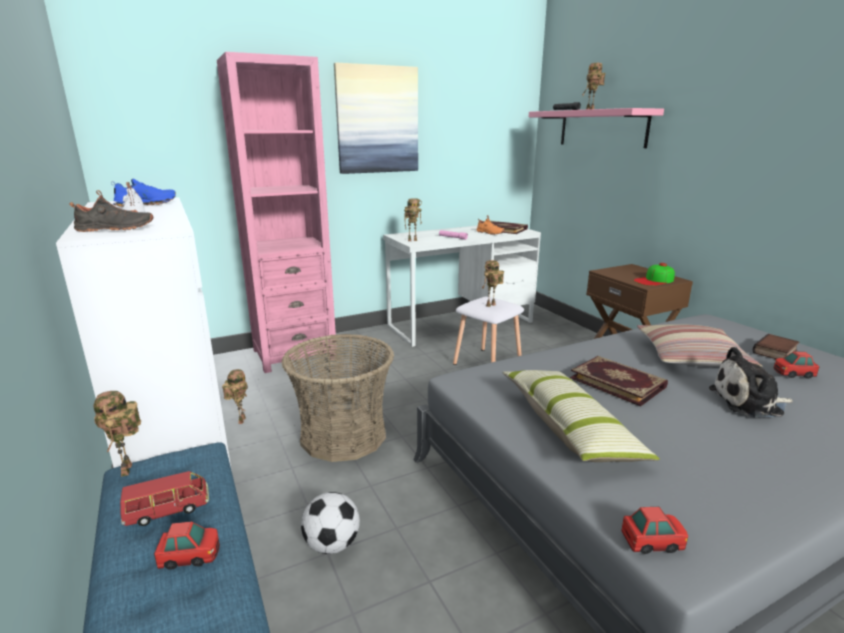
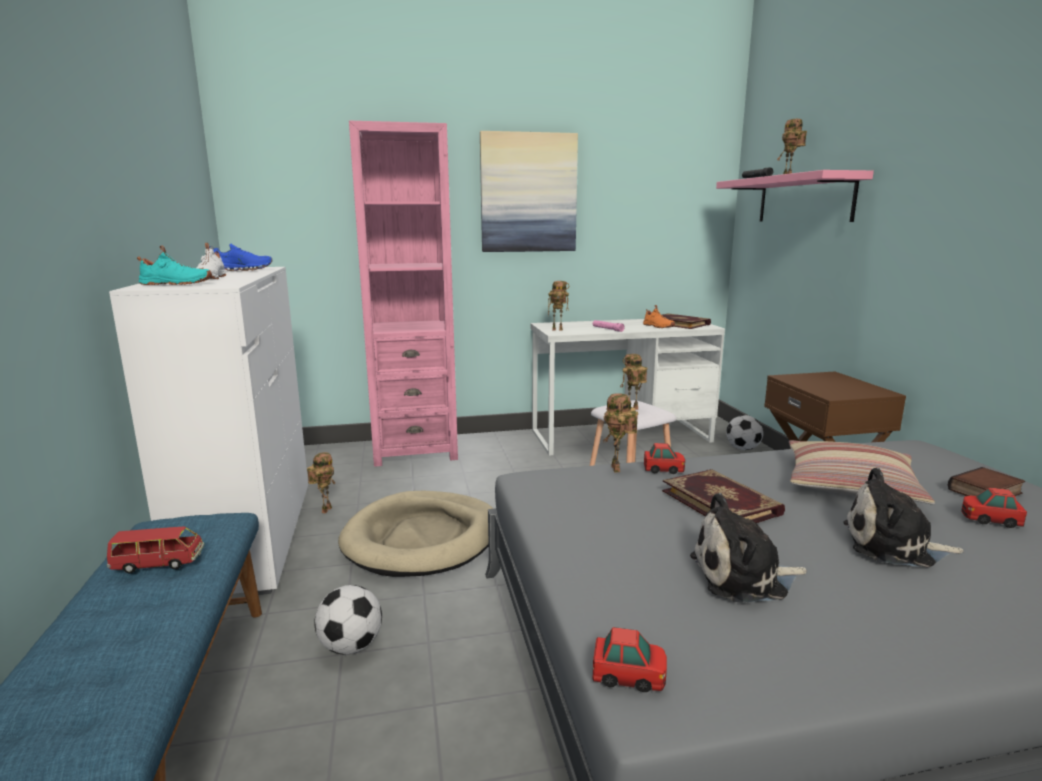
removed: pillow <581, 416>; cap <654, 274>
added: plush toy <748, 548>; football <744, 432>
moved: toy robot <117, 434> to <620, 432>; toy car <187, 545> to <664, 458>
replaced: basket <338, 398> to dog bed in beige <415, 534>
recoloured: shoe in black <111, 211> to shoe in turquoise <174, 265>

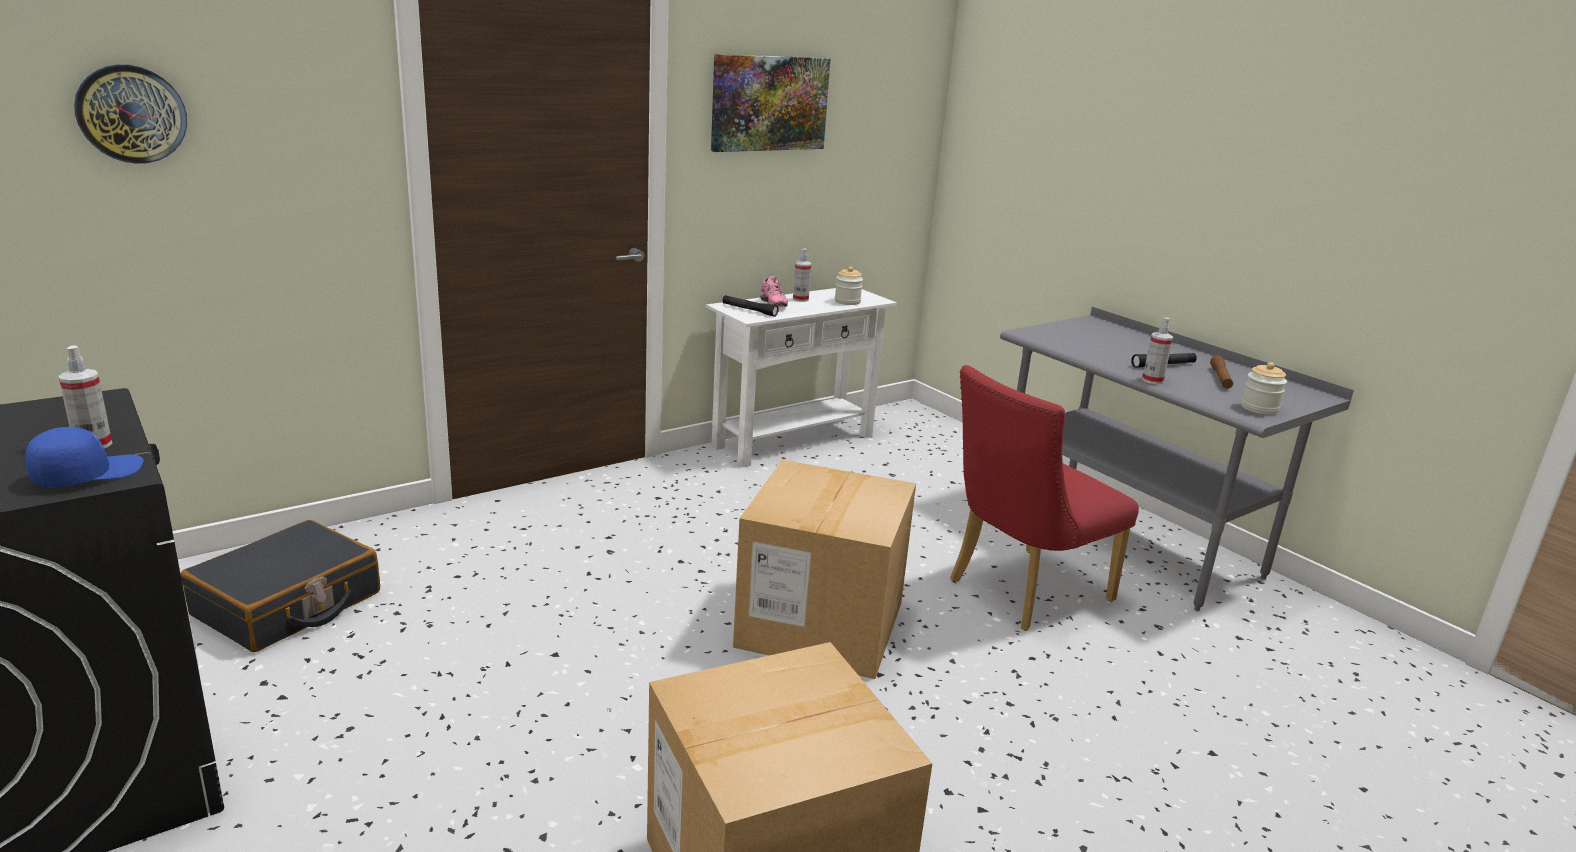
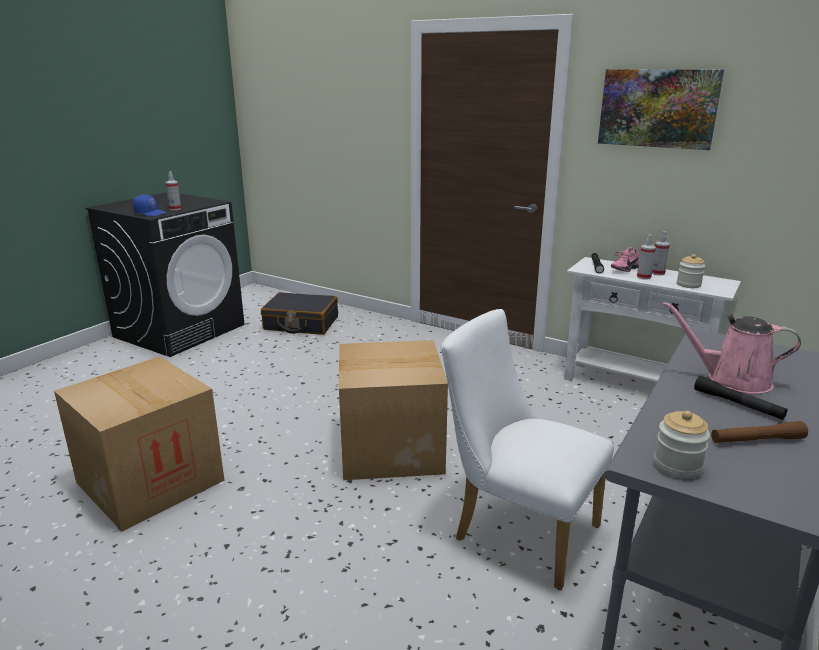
removed: wall clock <130, 114>
added: watering can in pink <732, 347>
moved: spray bottle <1157, 351> to <646, 257>
recoloured: chair in red <1044, 498> to chair in white <527, 450>

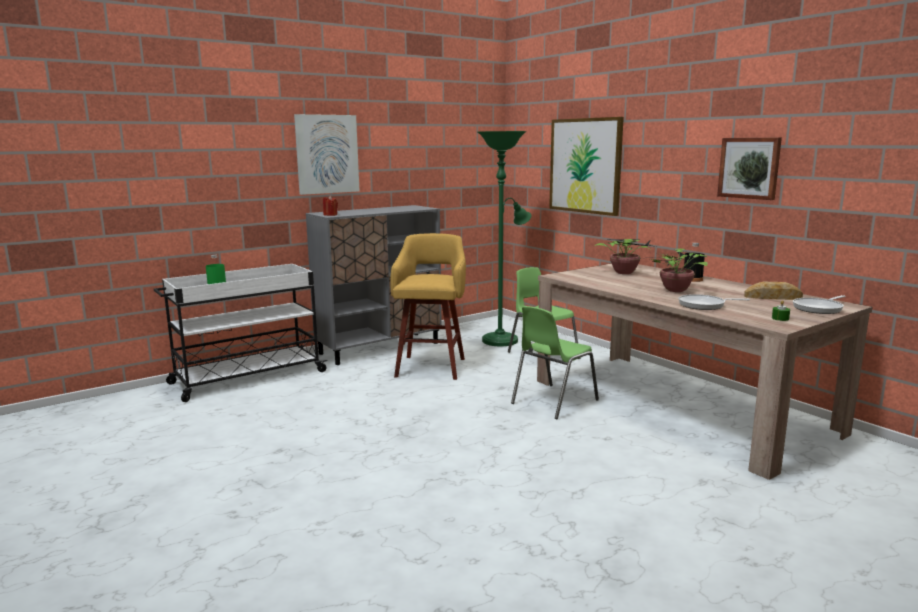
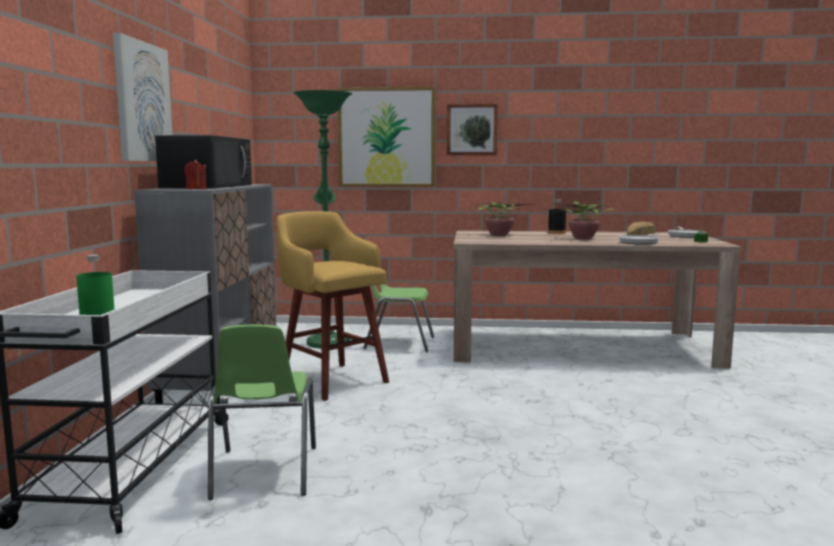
added: microwave in black <203, 161>
moved: chair in green <555, 362> to <262, 412>; picture <749, 169> to <472, 129>

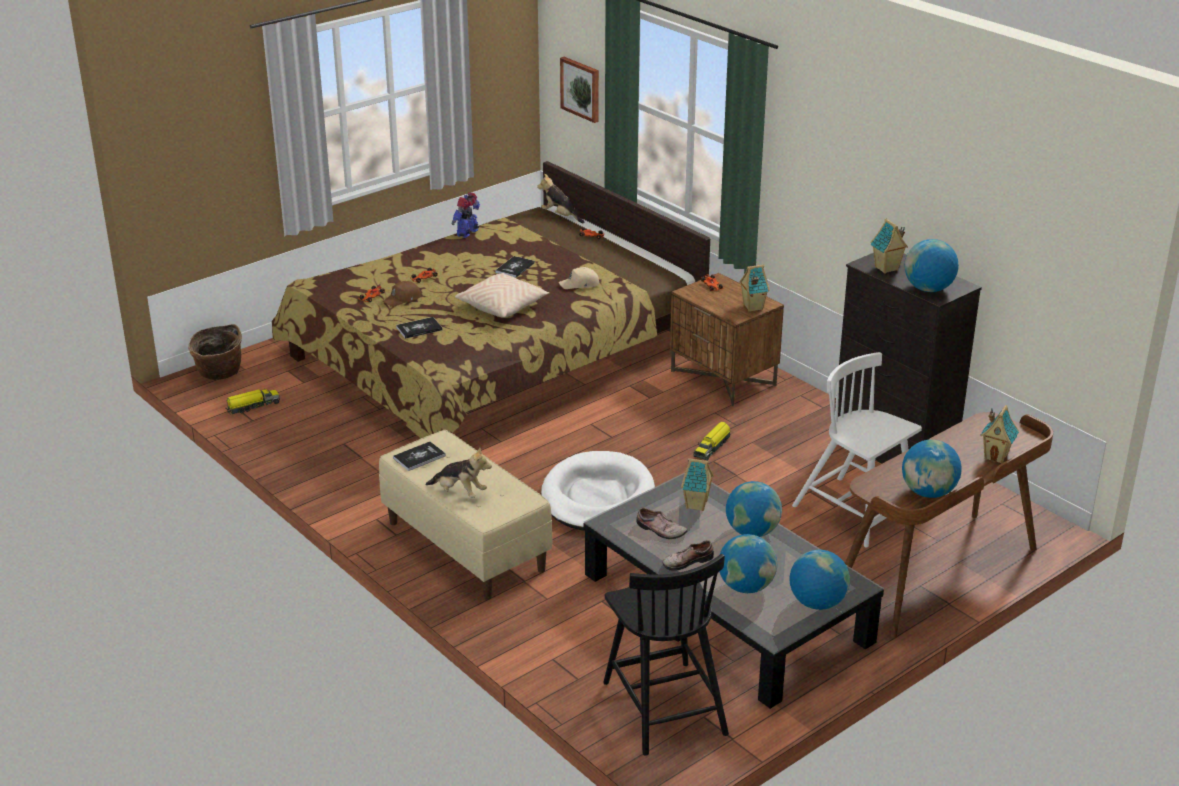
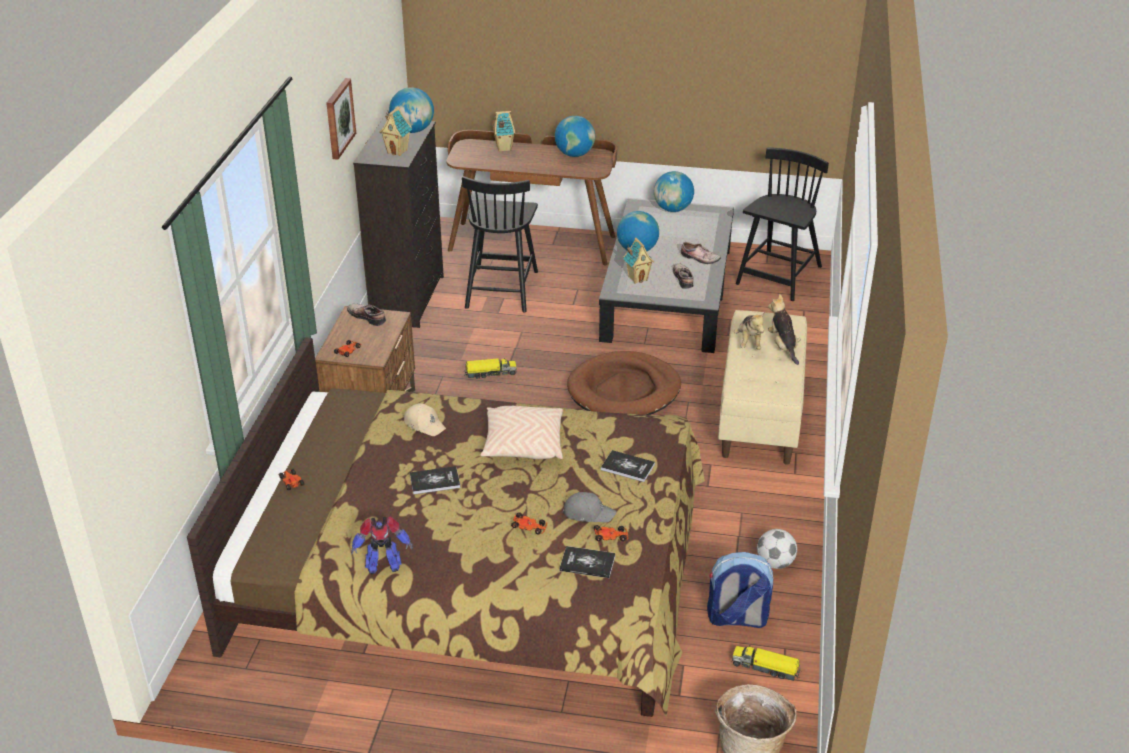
removed: globe <748, 563>
added: backpack <740, 590>; football <777, 549>
moved: book <419, 456> to <587, 562>; plush toy <560, 198> to <749, 331>; picture <579, 90> to <341, 119>
replaced: toy house <754, 288> to shoe <366, 315>
recoloured: cap in brown <402, 294> to cap in grey <589, 507>; dog bed in white <598, 491> to dog bed in brown <624, 383>; chair in white <857, 450> to chair in black <500, 244>

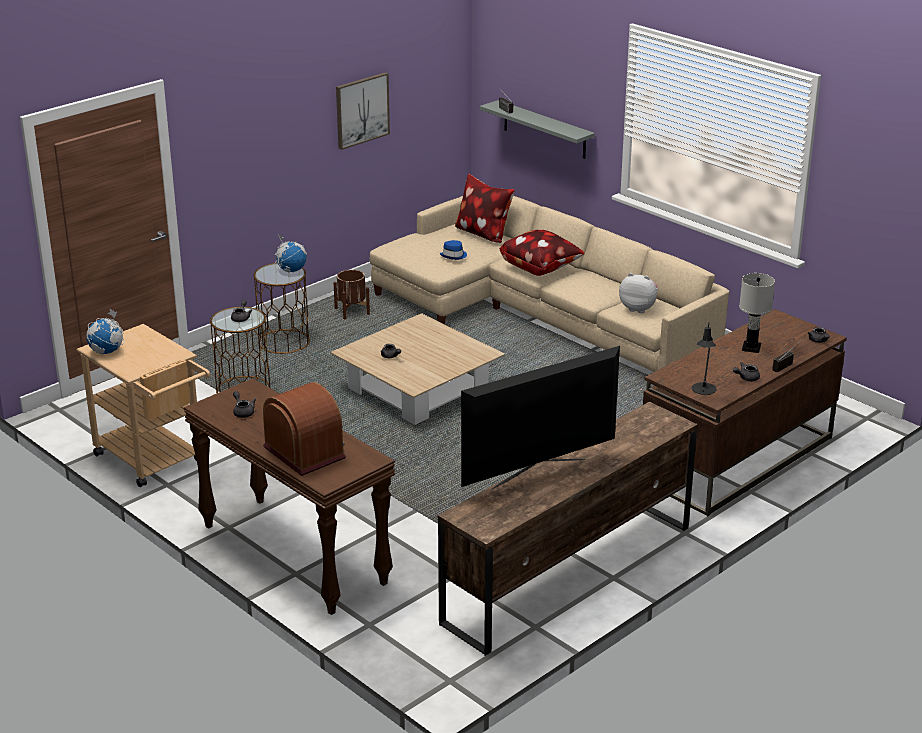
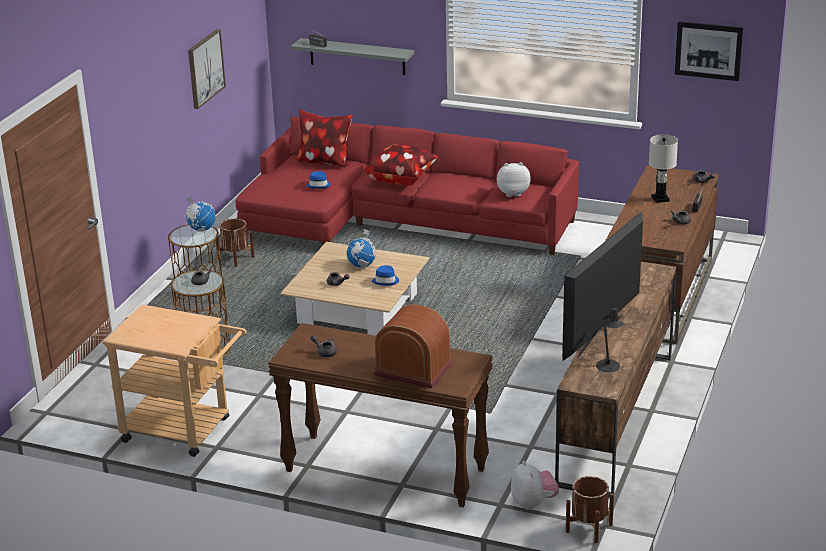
added: hat in blue <385, 275>; plush toy <535, 485>; planter in brown <590, 509>; picture <709, 51>
moved: globe <105, 332> to <362, 248>; table lamp in black <704, 359> to <610, 337>
recoloured: sofa in beige <549, 284> to sofa in red <407, 185>

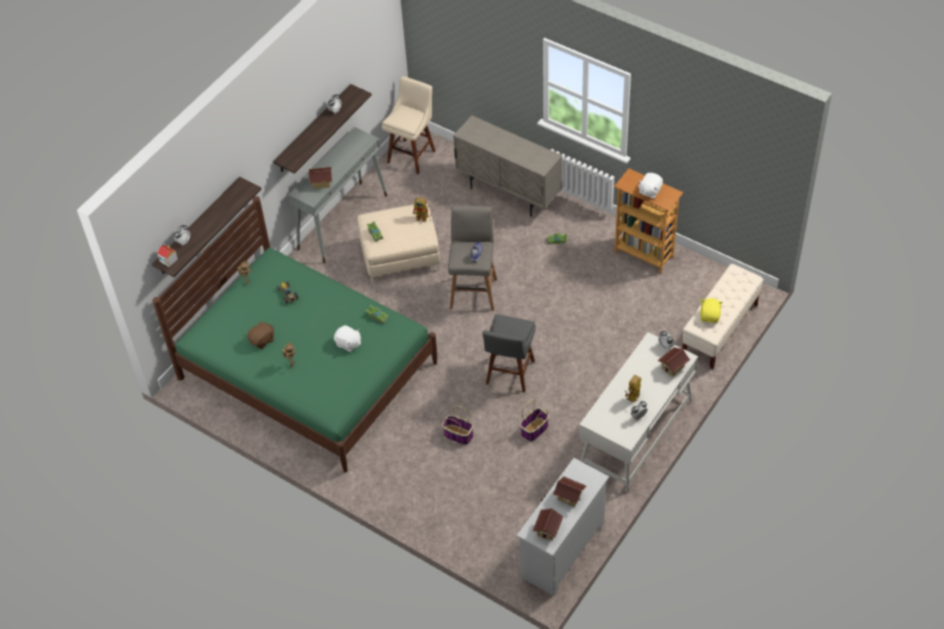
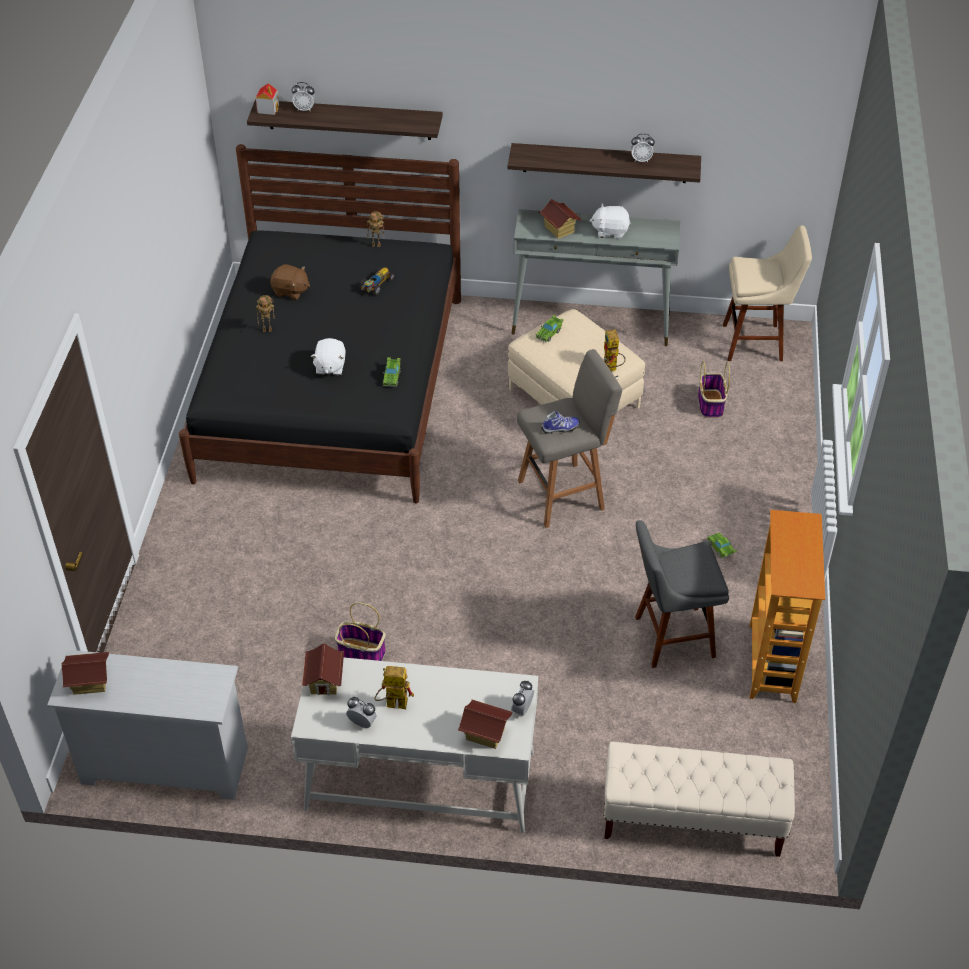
removed: cabinet in beige <507, 166>; plush toy in yellow <711, 310>
moved: basket <458, 425> to <714, 389>; stool in grey <509, 353> to <682, 594>; toy house <569, 491> to <323, 669>; plush toy in white <650, 186> to <610, 221>
recoloured: bed in green <294, 334> to bed in black <320, 324>

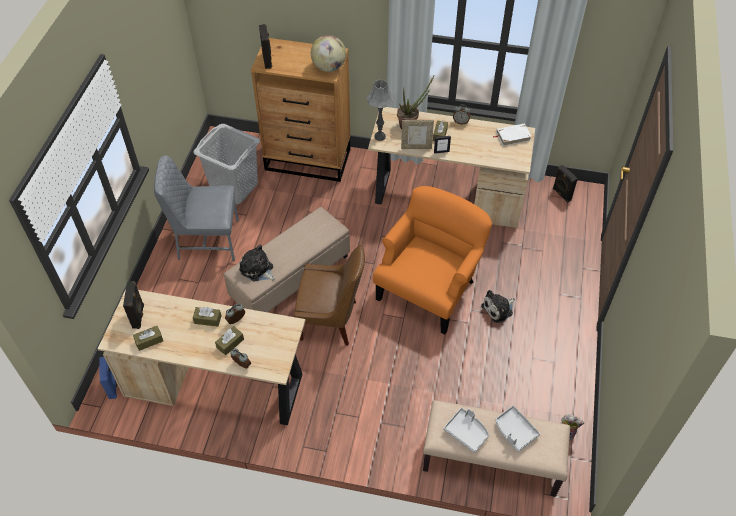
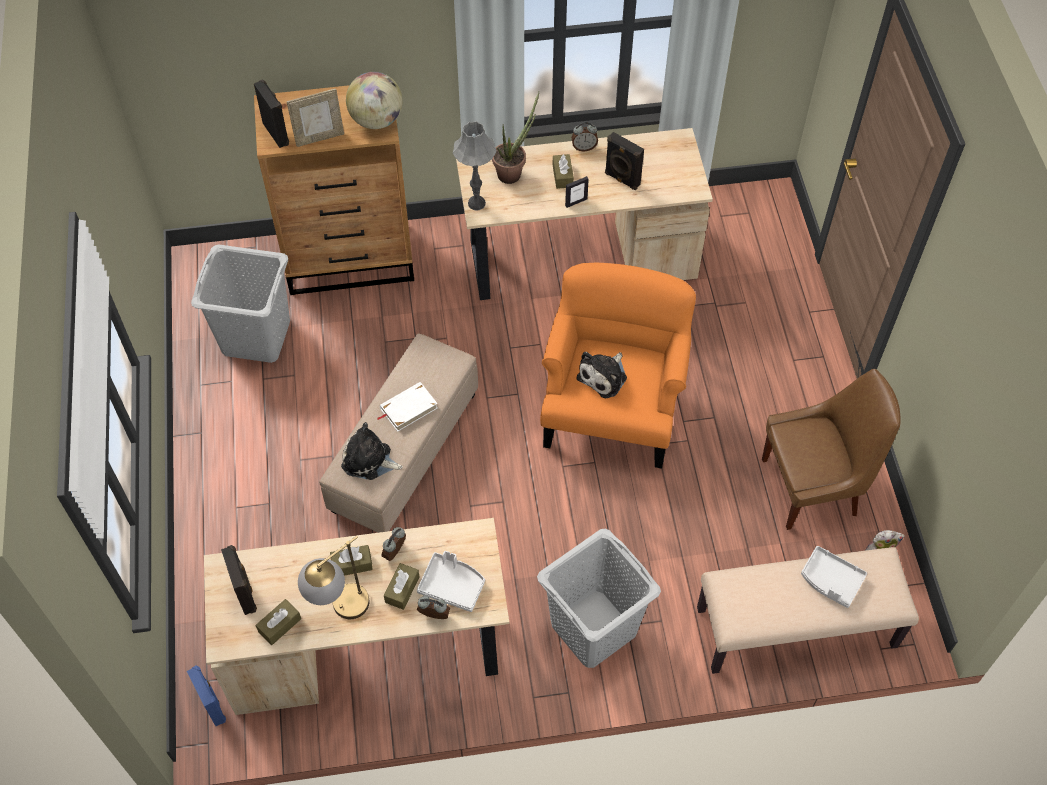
removed: chair in grey <196, 208>
added: table lamp <333, 577>; laundry basket in grey <599, 598>
moved: chair in brown <329, 295> to <831, 449>; picture frame <417, 134> to <315, 118>; tray in grey <466, 430> to <451, 581>; plush toy <498, 306> to <602, 375>; book in white <512, 135> to <407, 407>; speaker in black <565, 184> to <624, 161>

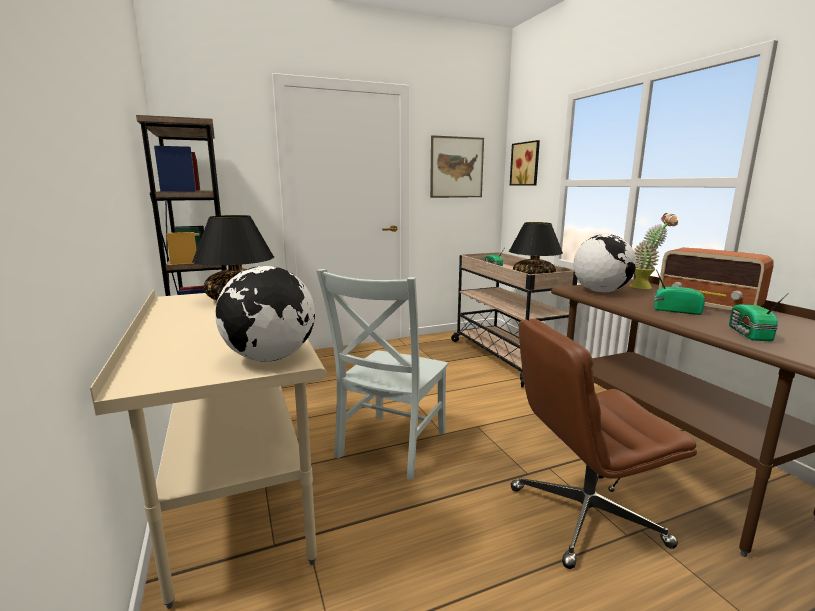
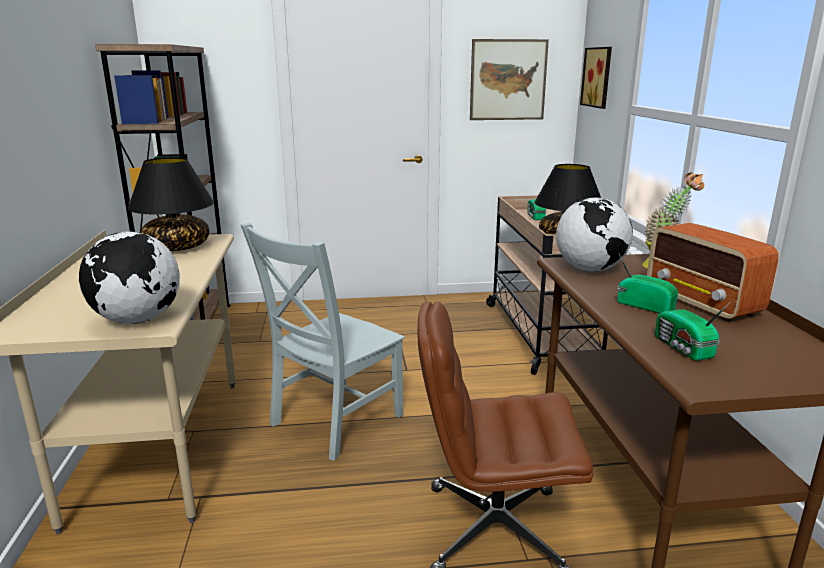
turned: radio <758, 317> = <693, 331> 45 degrees counterclockwise

